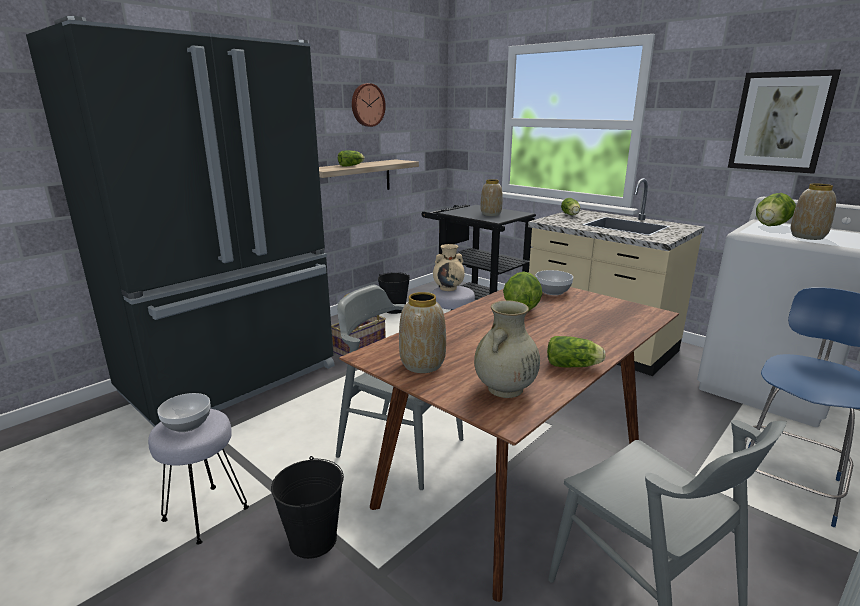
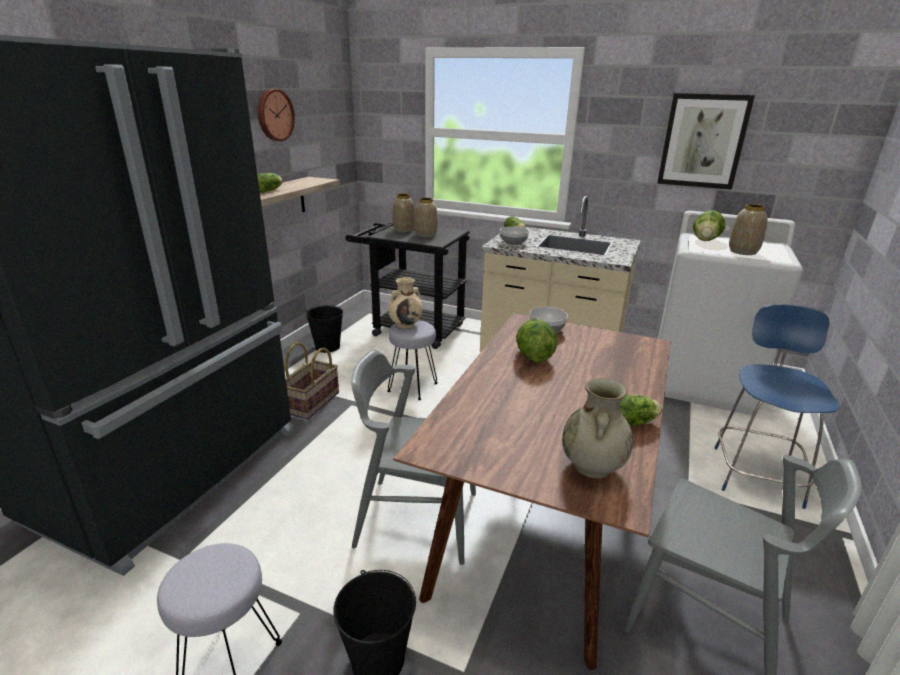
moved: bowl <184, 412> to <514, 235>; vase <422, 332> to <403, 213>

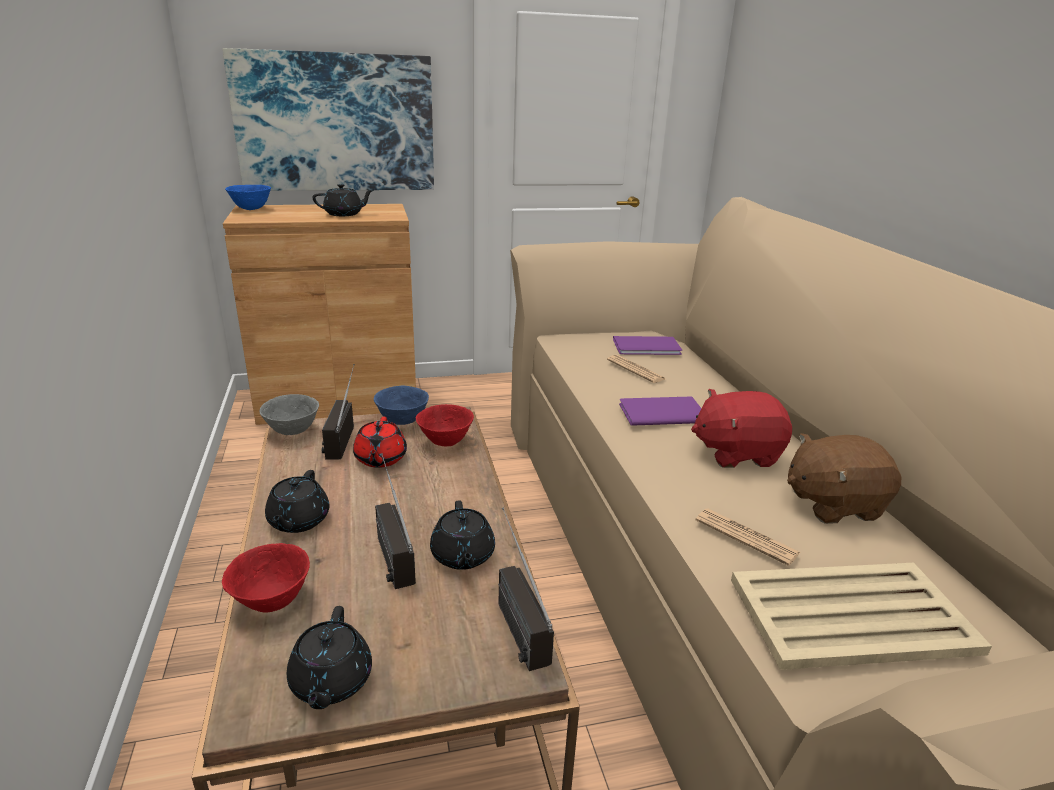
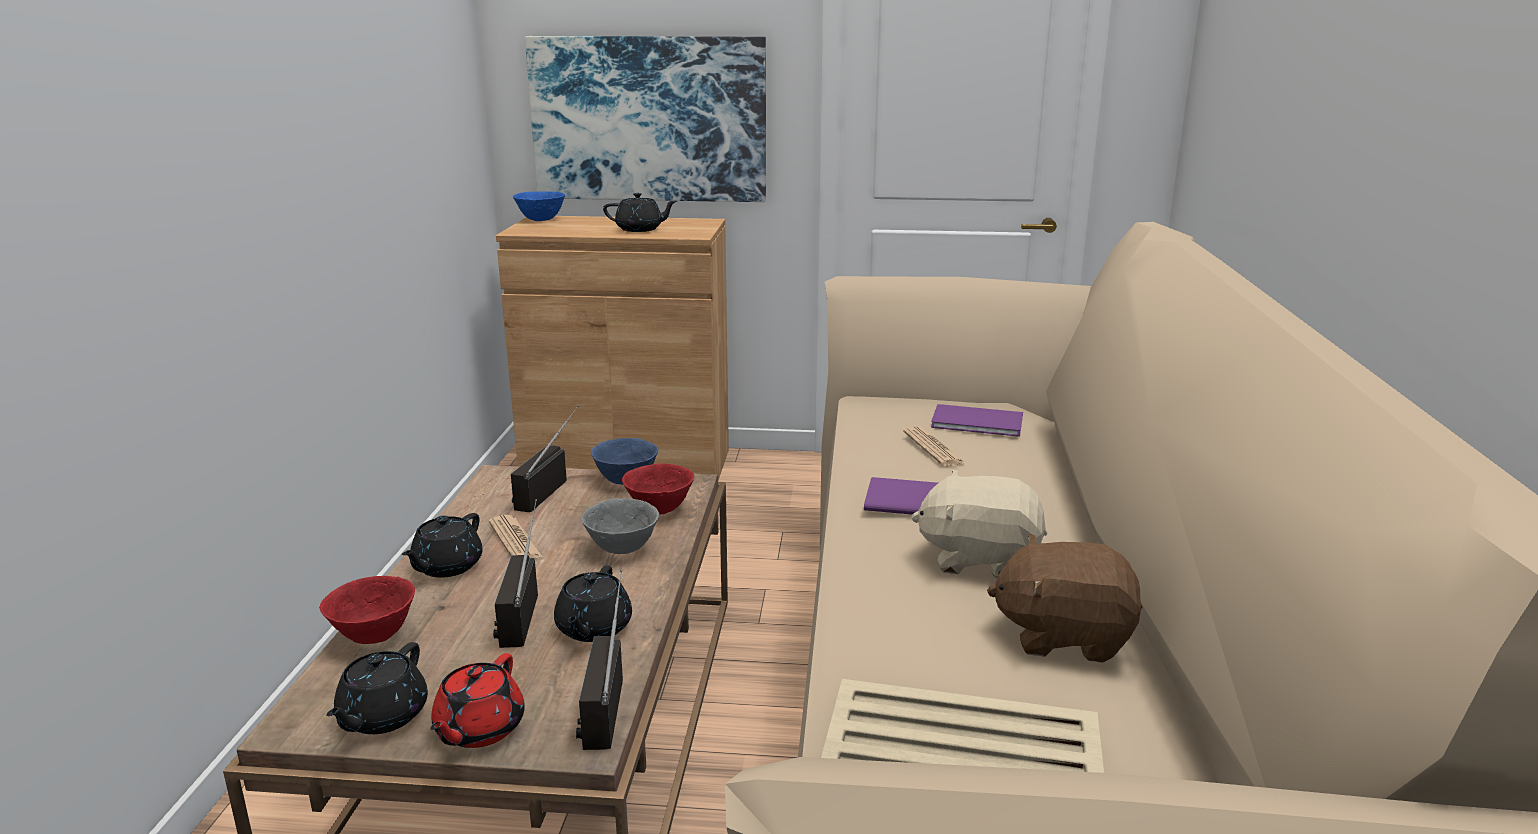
moved: bowl in grey <289, 414> to <620, 526>; teapot in red <380, 442> to <477, 700>; newspaper <748, 537> to <516, 536>
recoloured: plush toy in red <741, 428> to plush toy in beige <979, 524>

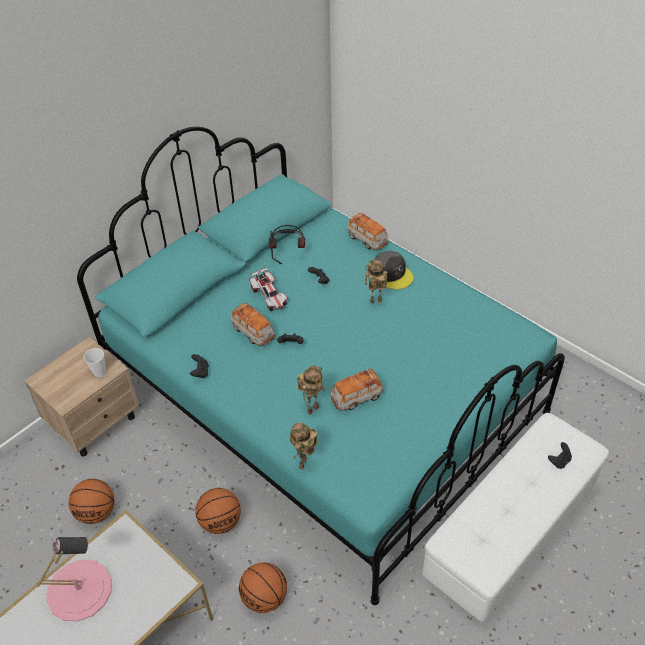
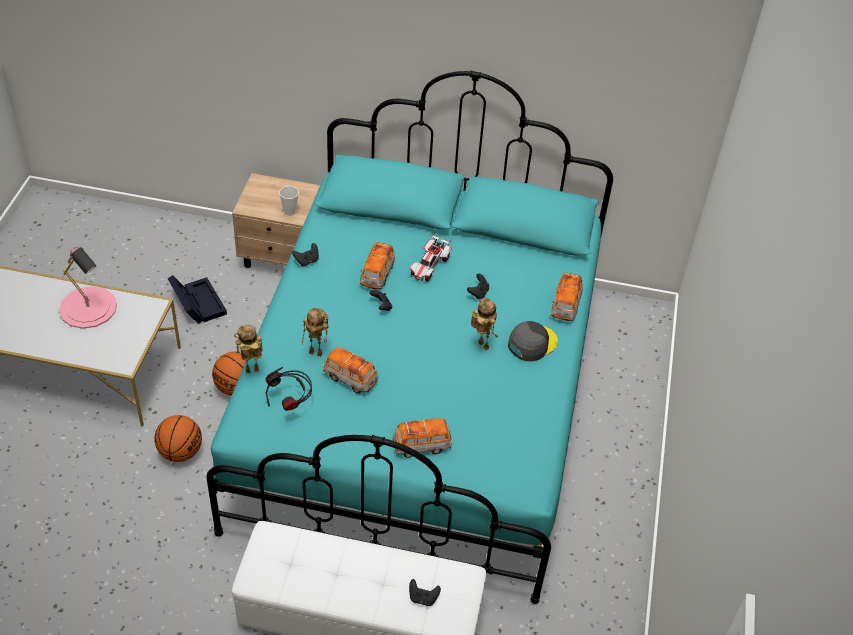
added: toy car <422, 438>
moved: headphones <287, 244> to <288, 389>
replaced: basketball <92, 501> to storage box in black <197, 299>
turned: cap in grey <394, 270> = <533, 341> 150 degrees counterclockwise

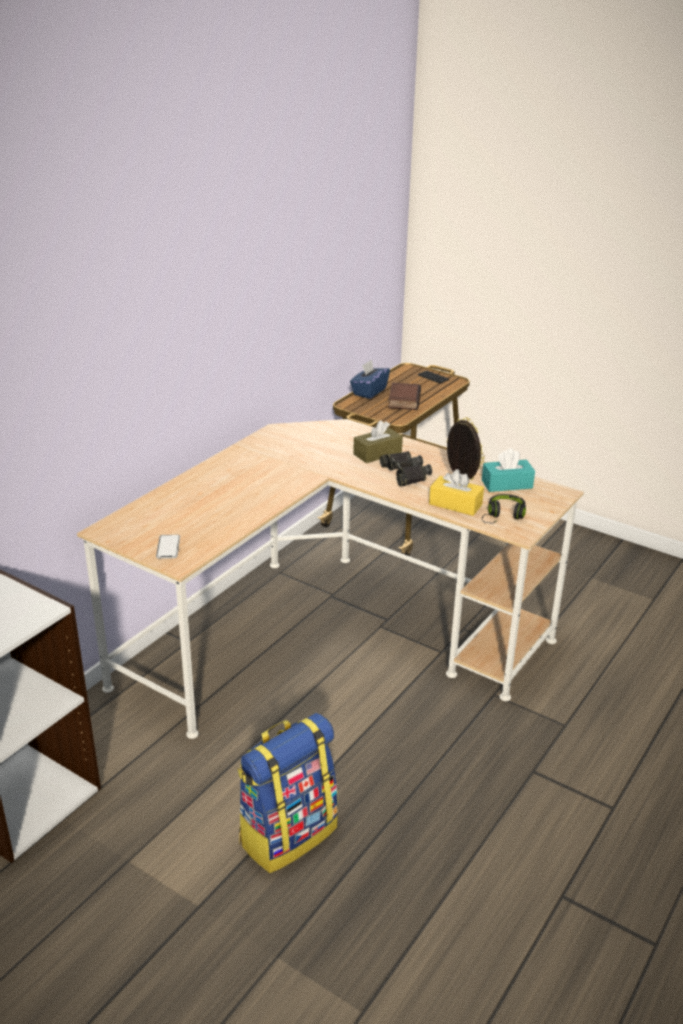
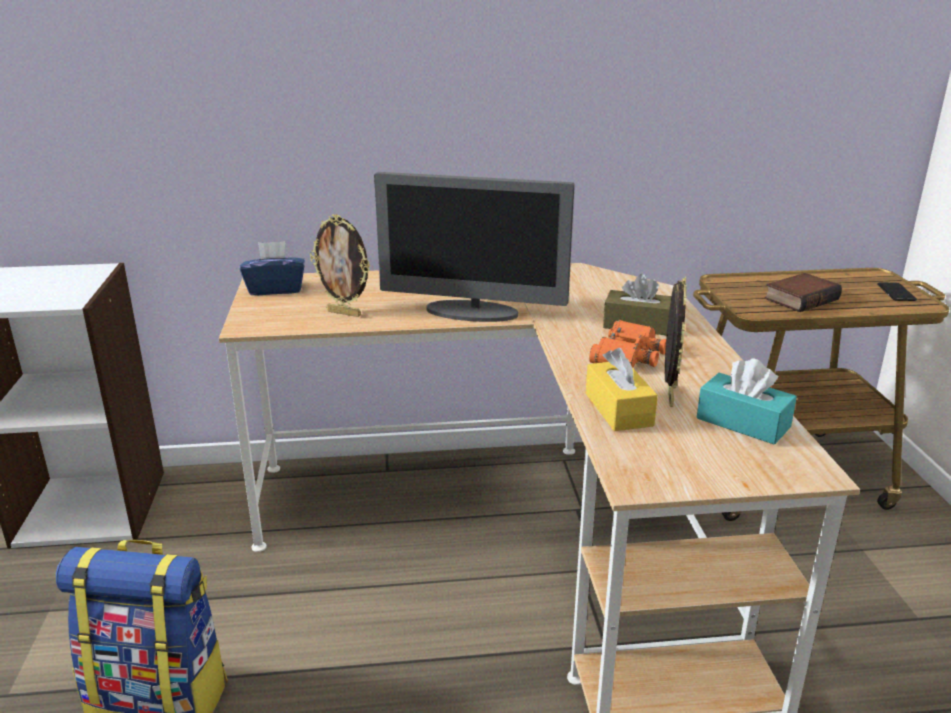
removed: phone <168, 547>; headphones in black <504, 508>
added: picture frame <340, 265>; monitor <474, 247>
moved: tissue box in blue <370, 379> to <272, 268>
recoloured: binoculars in black <406, 469> to binoculars in orange <627, 344>

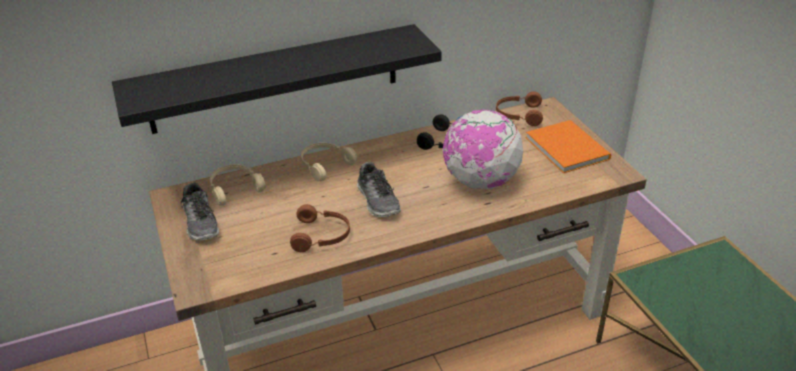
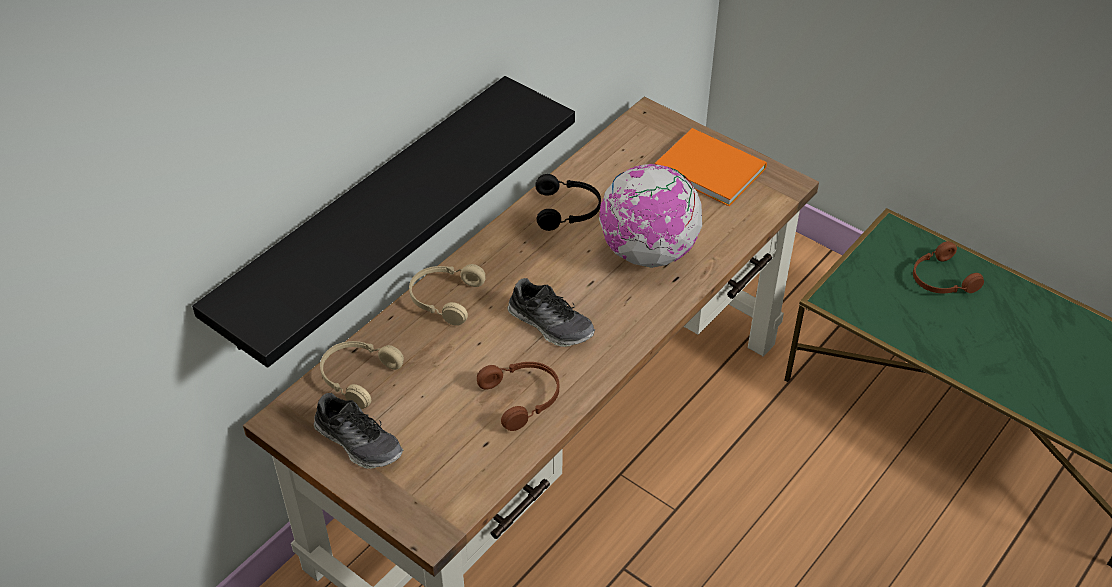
moved: headphones in brown <519, 108> to <948, 267>

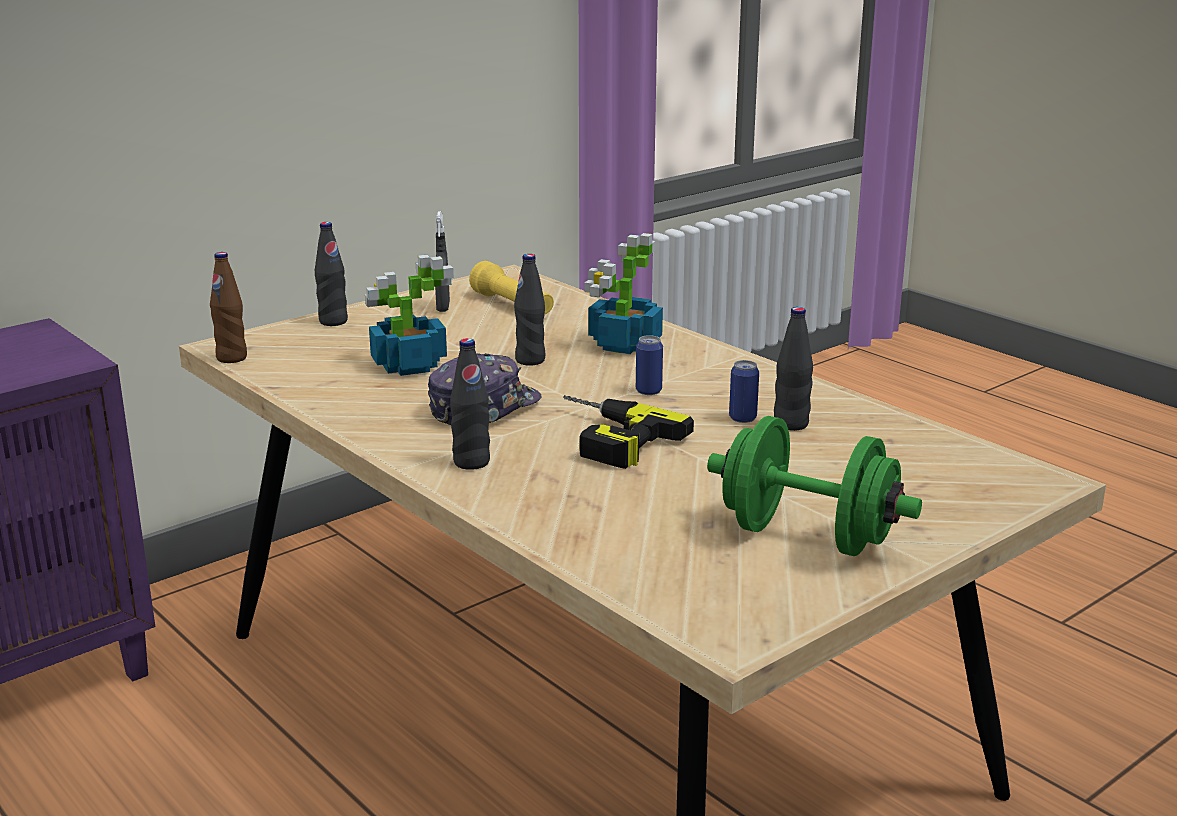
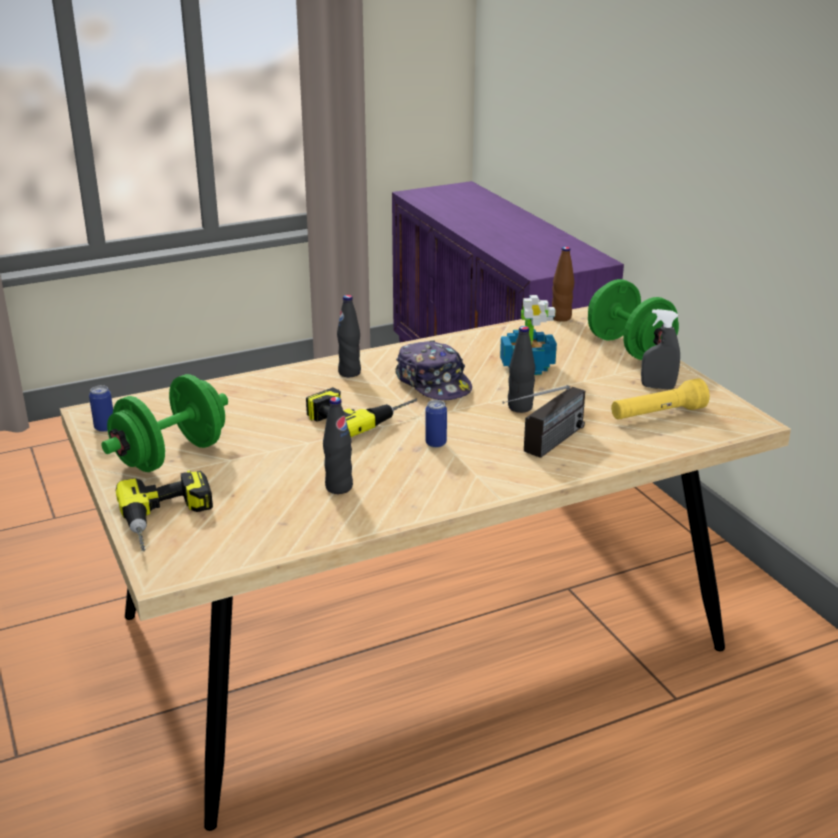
added: power drill <164, 510>
moved: can <744, 391> to <101, 408>
replaced: bottle in black <331, 274> to dumbbell in green <633, 319>; potted plant <624, 293> to radio <543, 421>

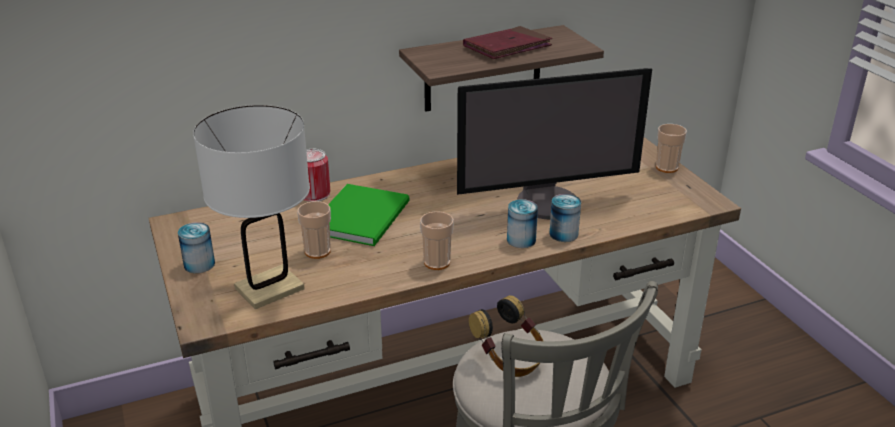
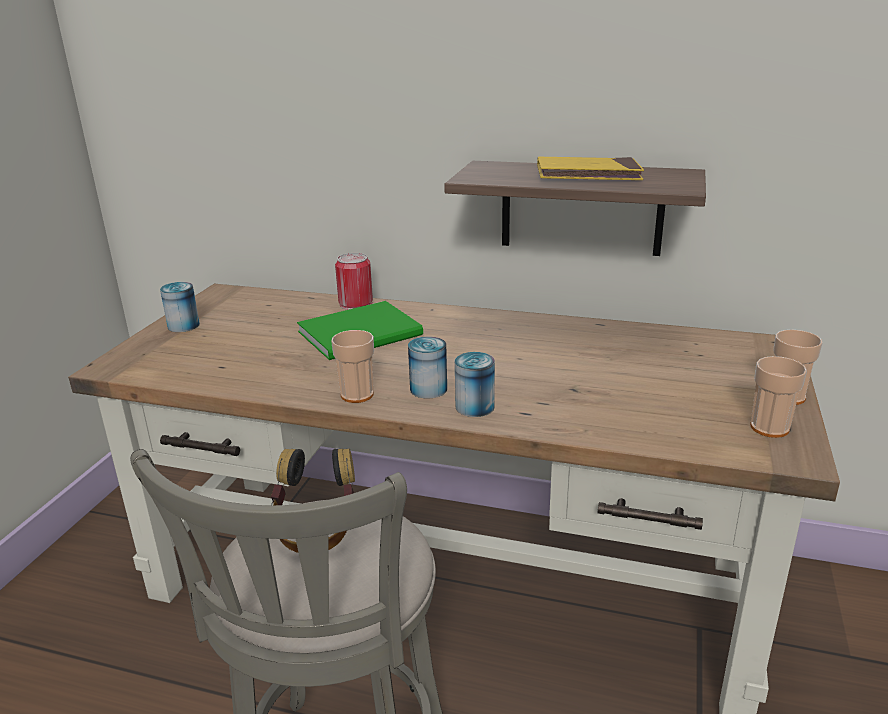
removed: table lamp in white <251, 207>; monitor <554, 143>
moved: cup <314, 230> to <778, 397>; can <565, 218> to <427, 367>
recoloured: book in red <507, 42> to book in yellow <590, 168>

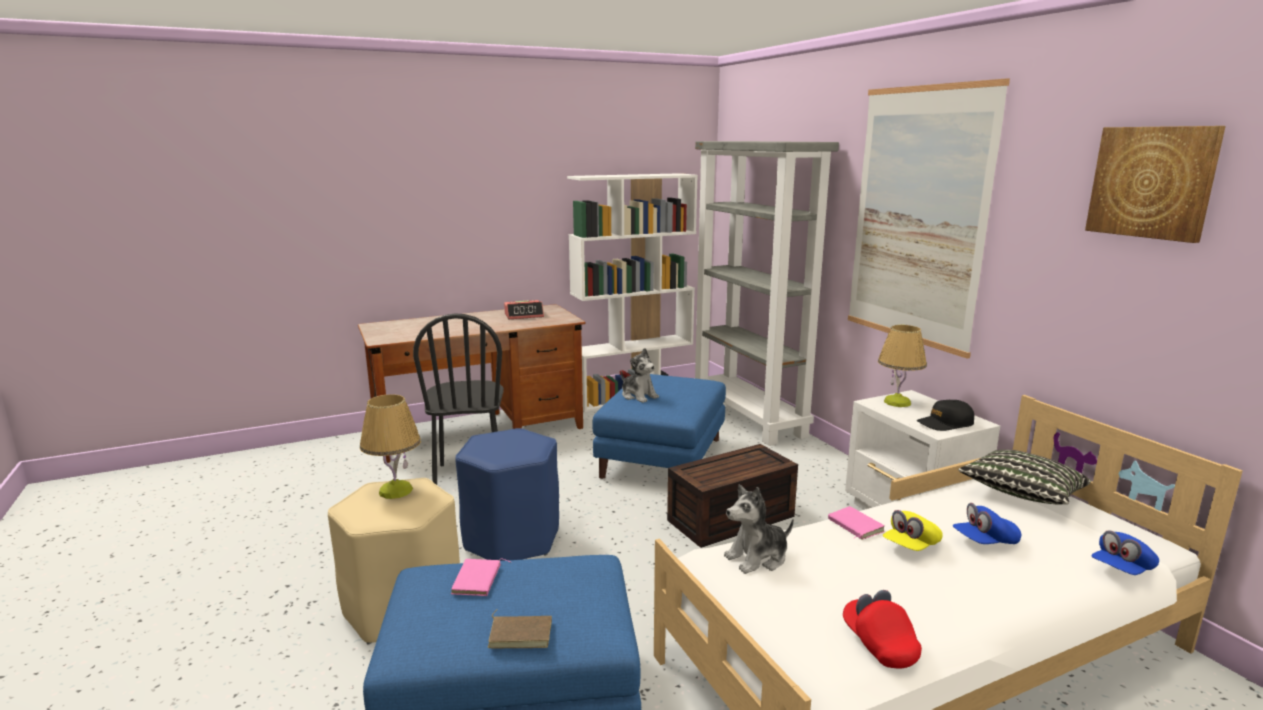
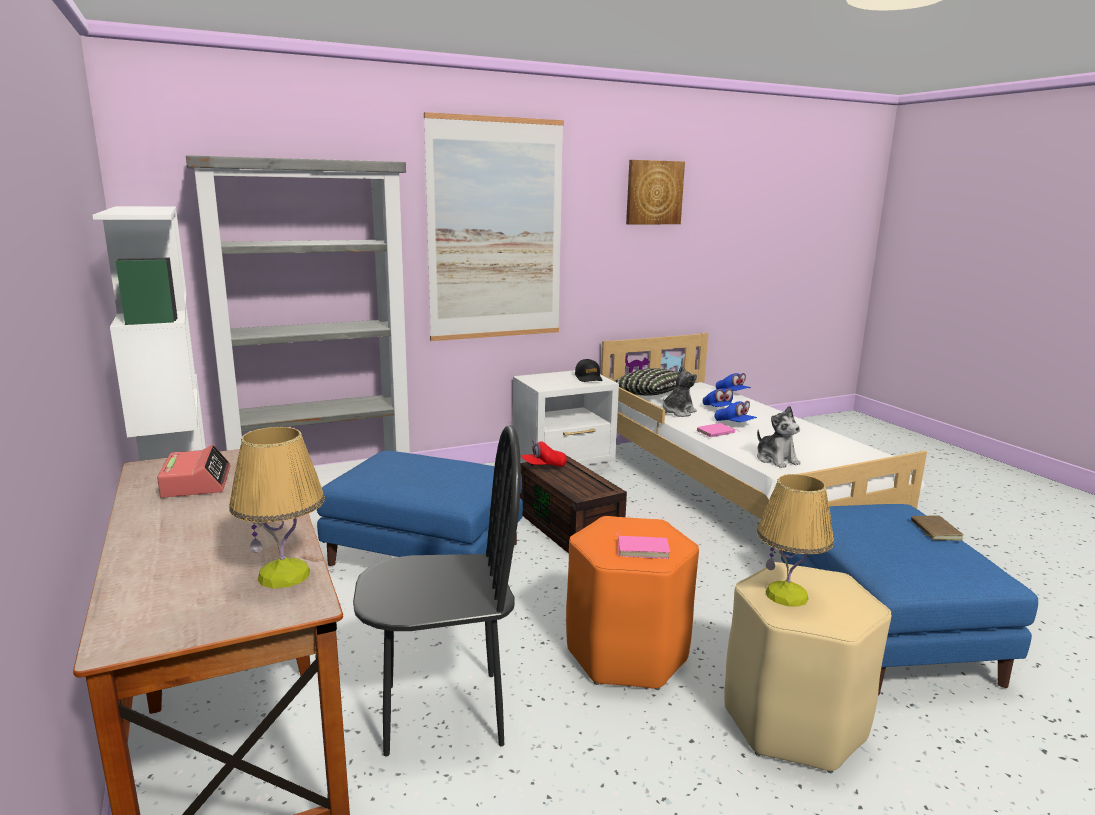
moved: book in pink <480, 577> to <643, 545>; plush toy <640, 375> to <680, 391>; cap in red <882, 629> to <544, 453>; table lamp <902, 366> to <277, 508>
recoloured: stool in blue <507, 494> to stool in orange <632, 603>; cap in yellow <913, 530> to cap in blue <736, 411>

